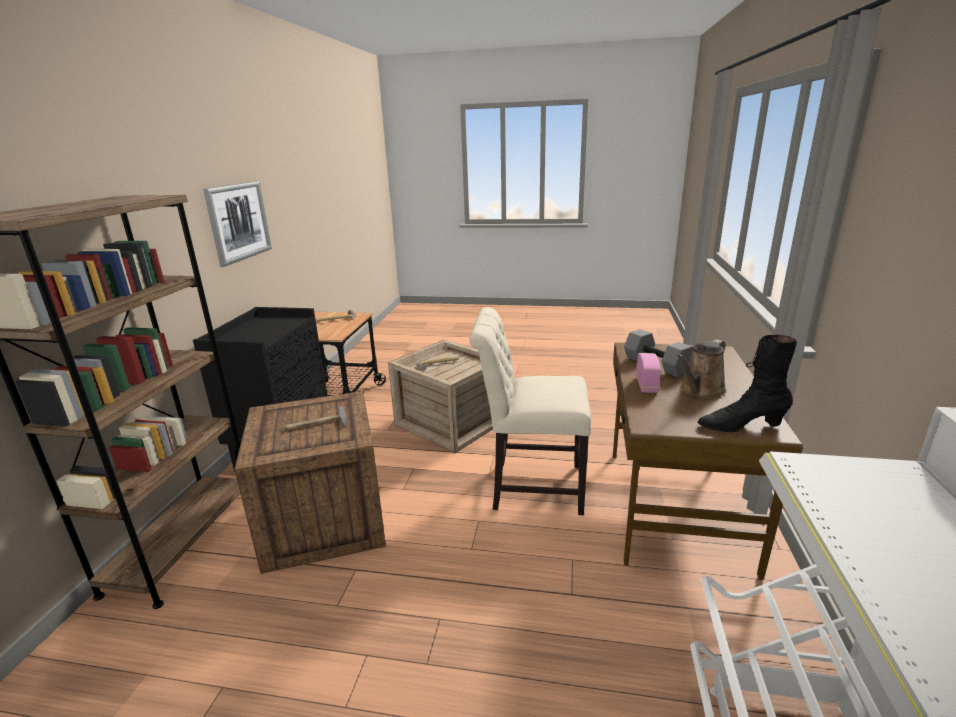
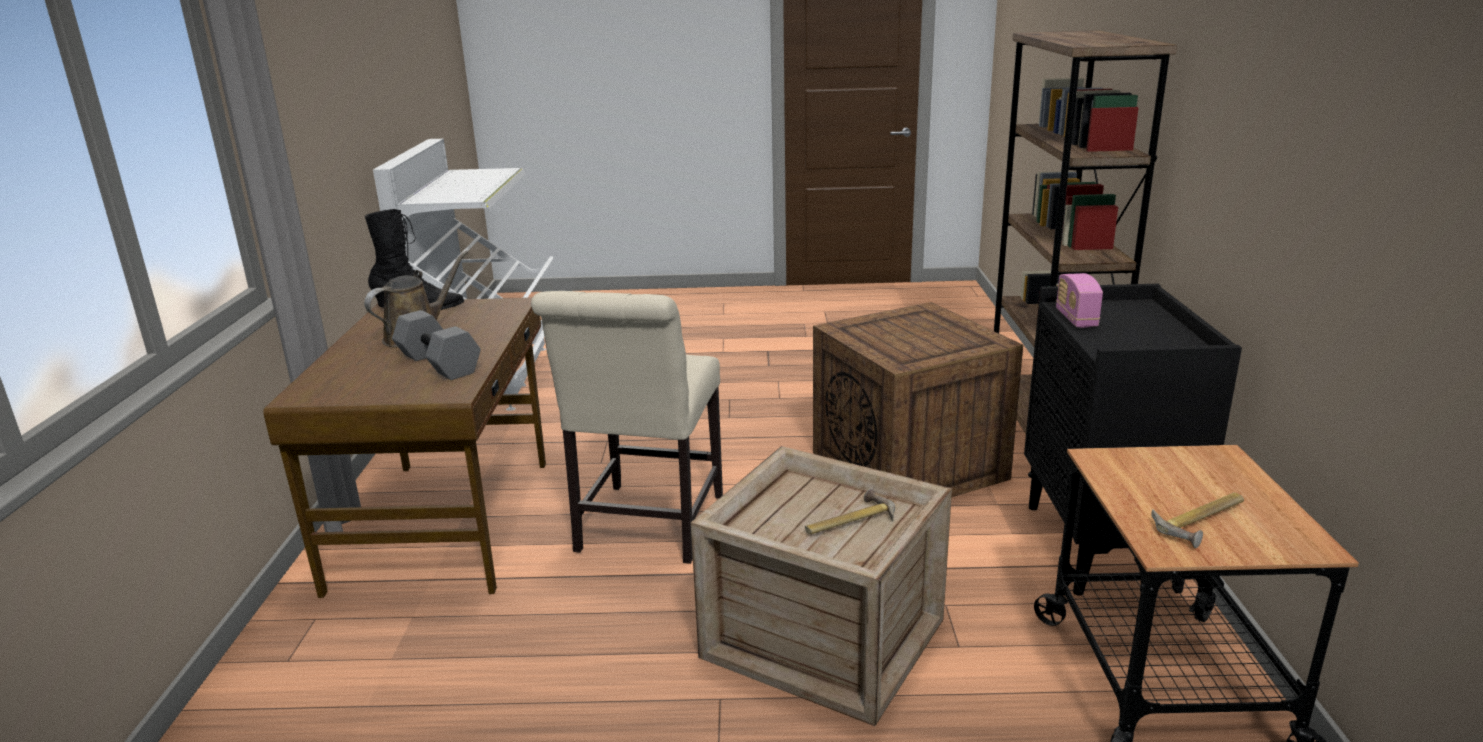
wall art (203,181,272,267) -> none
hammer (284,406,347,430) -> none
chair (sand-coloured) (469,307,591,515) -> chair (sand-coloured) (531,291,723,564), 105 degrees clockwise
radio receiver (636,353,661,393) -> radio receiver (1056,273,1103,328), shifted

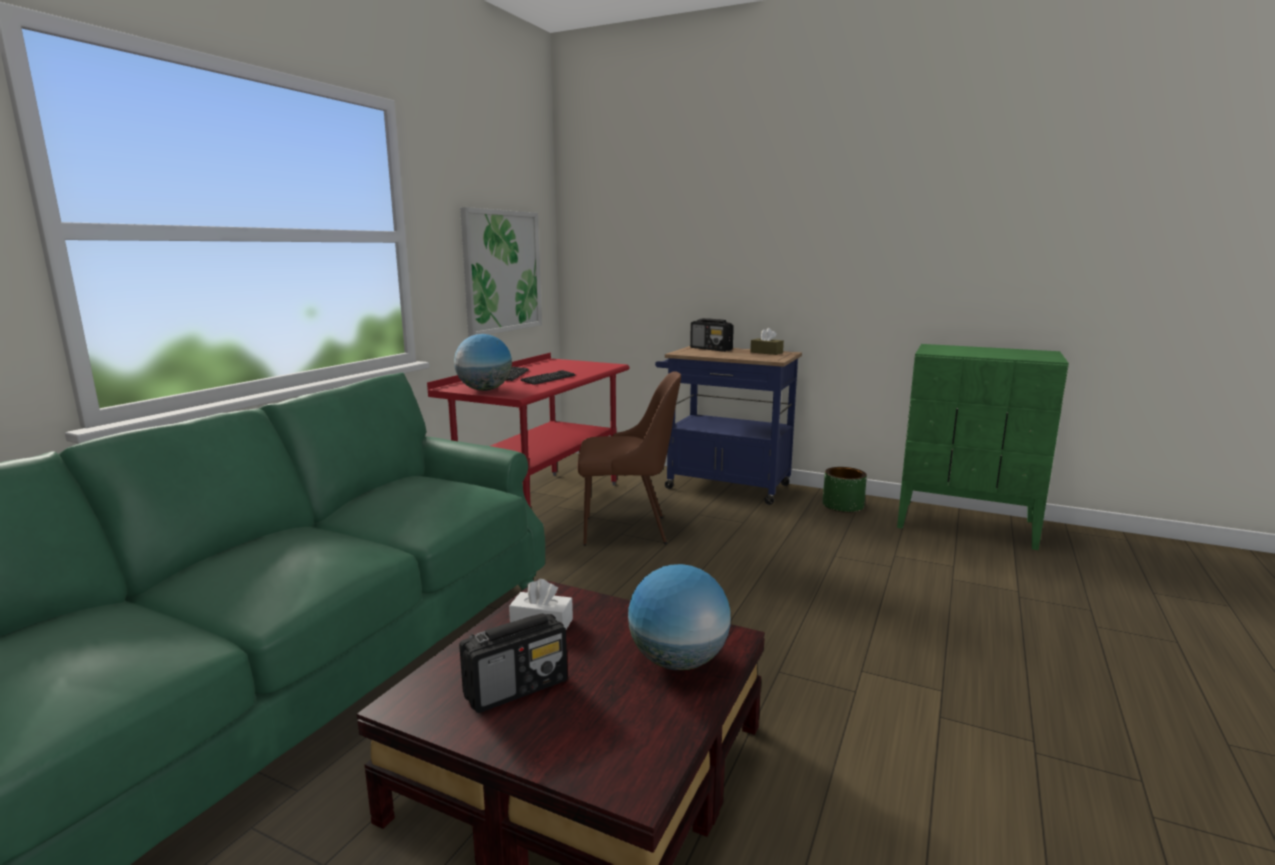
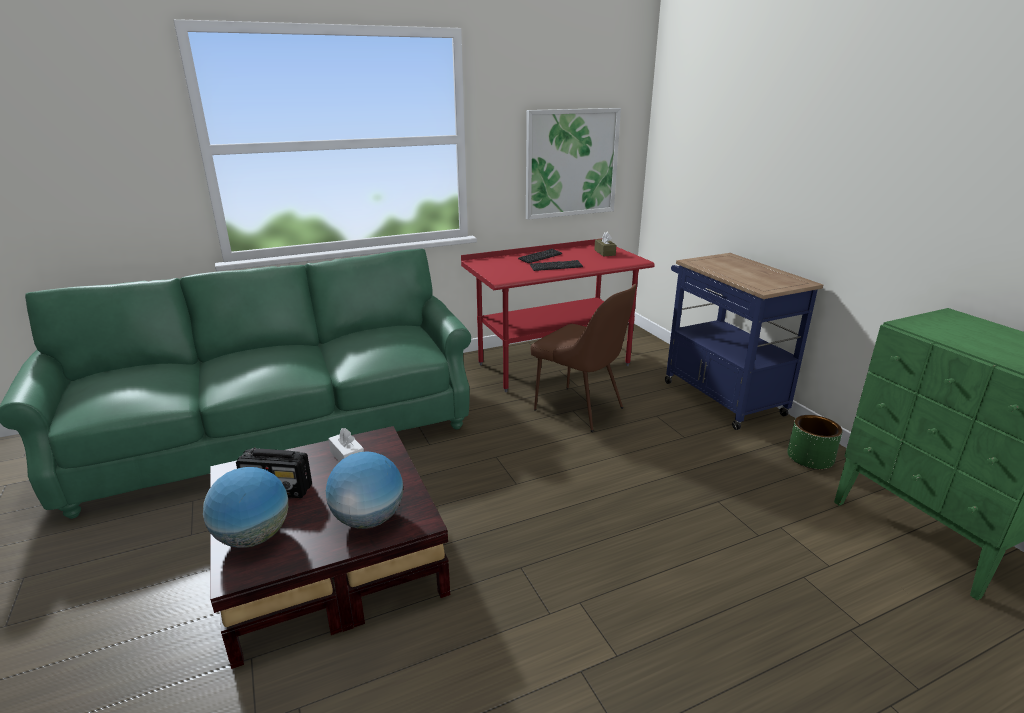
globe (454,334,512,391) -> globe (203,467,288,548), shifted
radio receiver (690,318,734,352) -> none
tissue holder (brown-coloured) (750,328,784,355) -> tissue holder (brown-coloured) (594,232,616,256), shifted

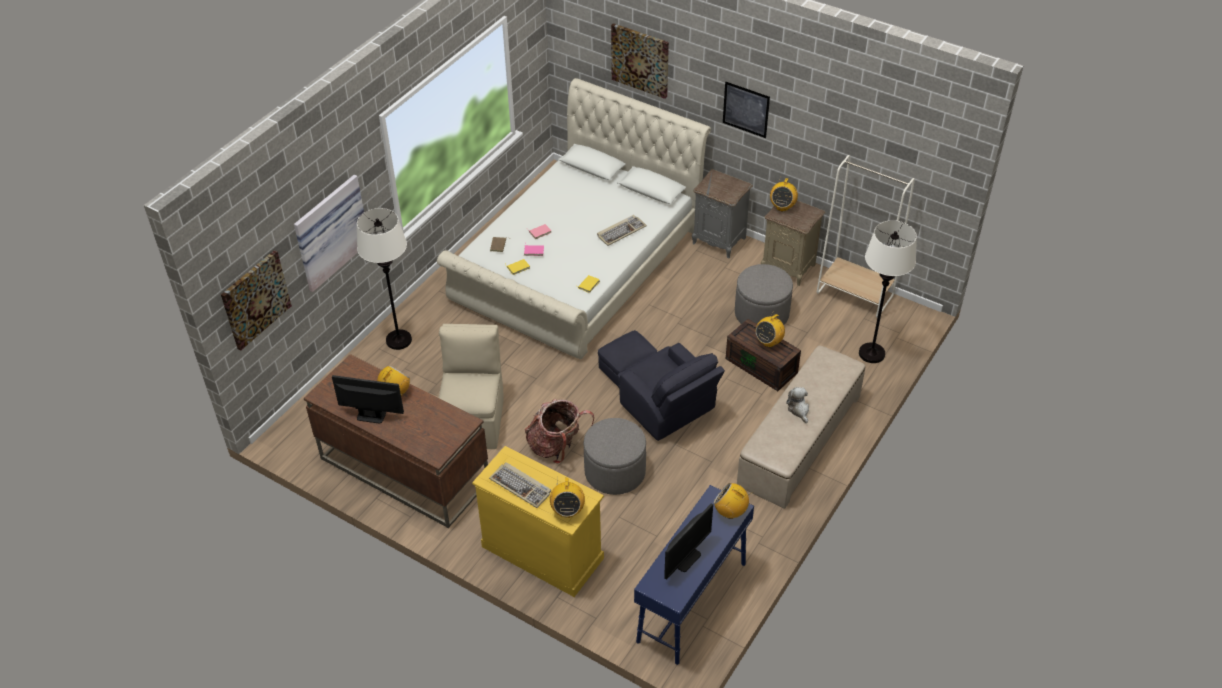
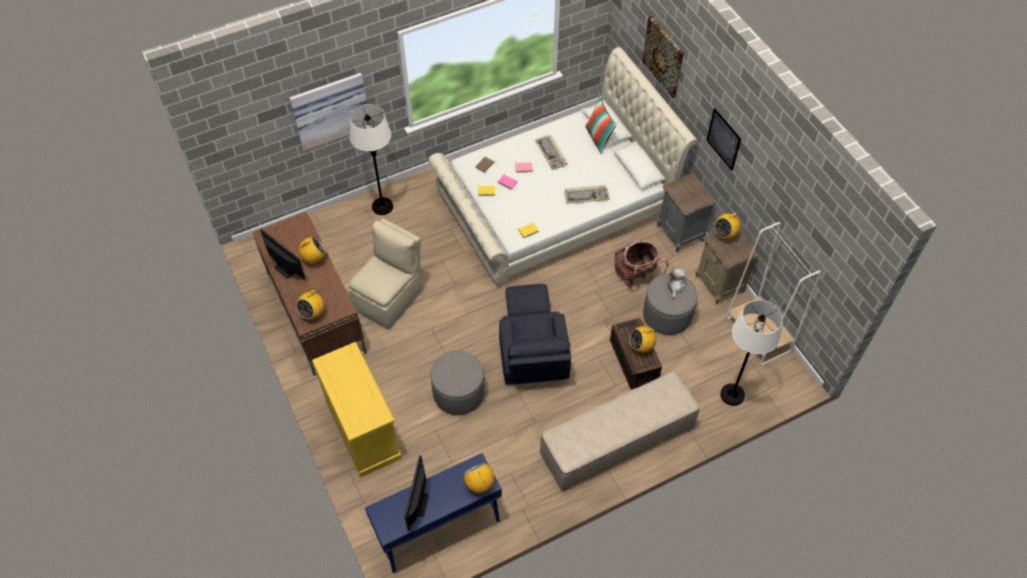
wall art (221,250,292,350) -> none
PC keyboard (489,462,551,508) -> PC keyboard (535,135,567,170), shifted
backpack (525,399,594,464) -> backpack (614,239,668,287), shifted
radio receiver (550,478,585,518) -> radio receiver (296,287,324,319), shifted
monitor (664,503,713,580) -> monitor (404,455,429,531), 120 degrees clockwise
cuddly toy (786,387,809,424) -> cuddly toy (667,268,685,299), shifted
none -> throw pillow (585,97,617,154)

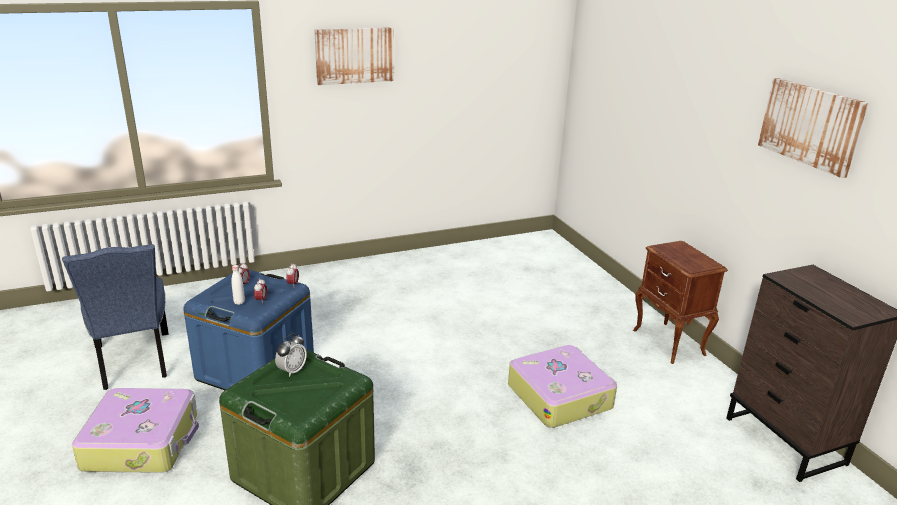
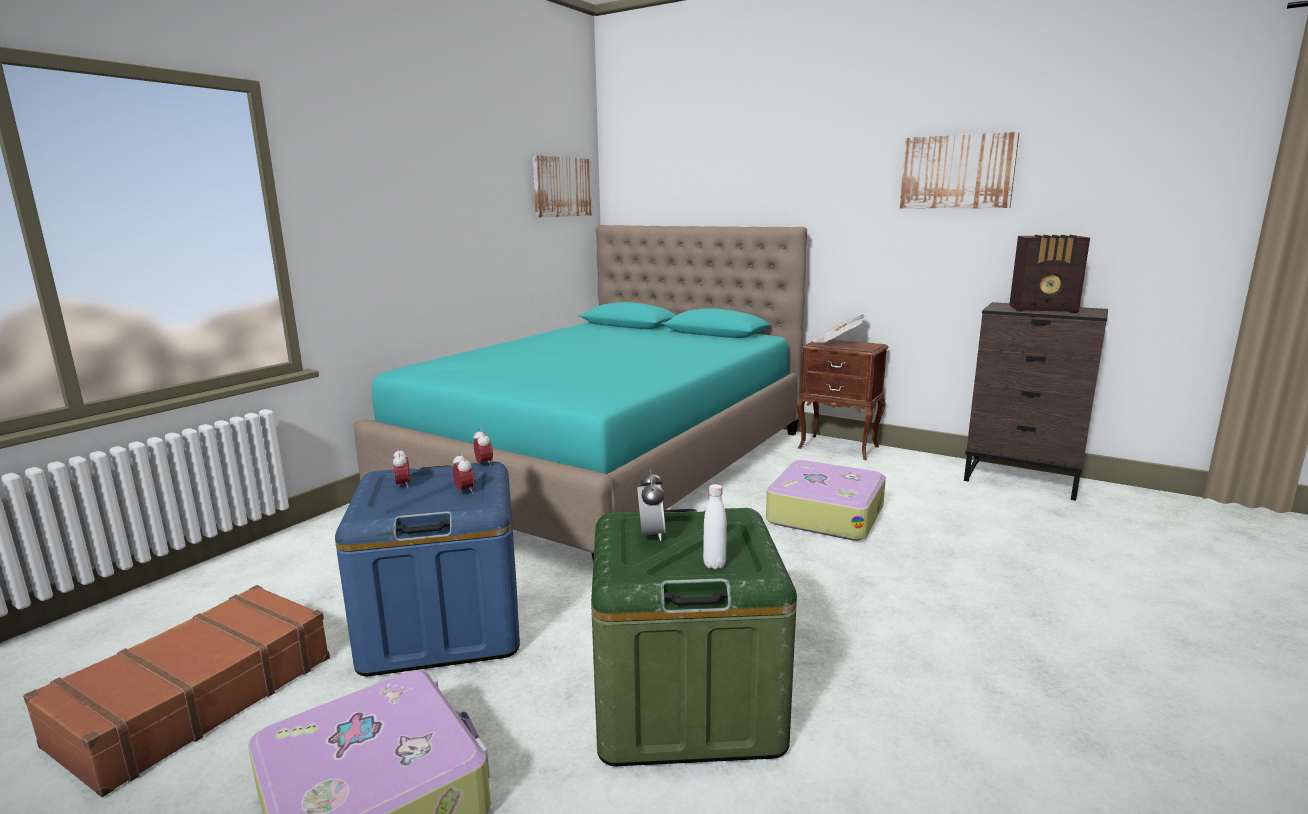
chair (blue) (62,244,169,390) -> travel case (brown-coloured) (23,585,330,797)
beverage bottle (white) (231,265,245,305) -> beverage bottle (white) (703,484,727,569), shifted
wall art (314,27,394,85) -> wall art (532,155,592,217), shifted
none -> bed (turquoise) (354,225,807,562)
none -> newspaper (813,314,866,343)
none -> radio receiver (1009,235,1090,313)

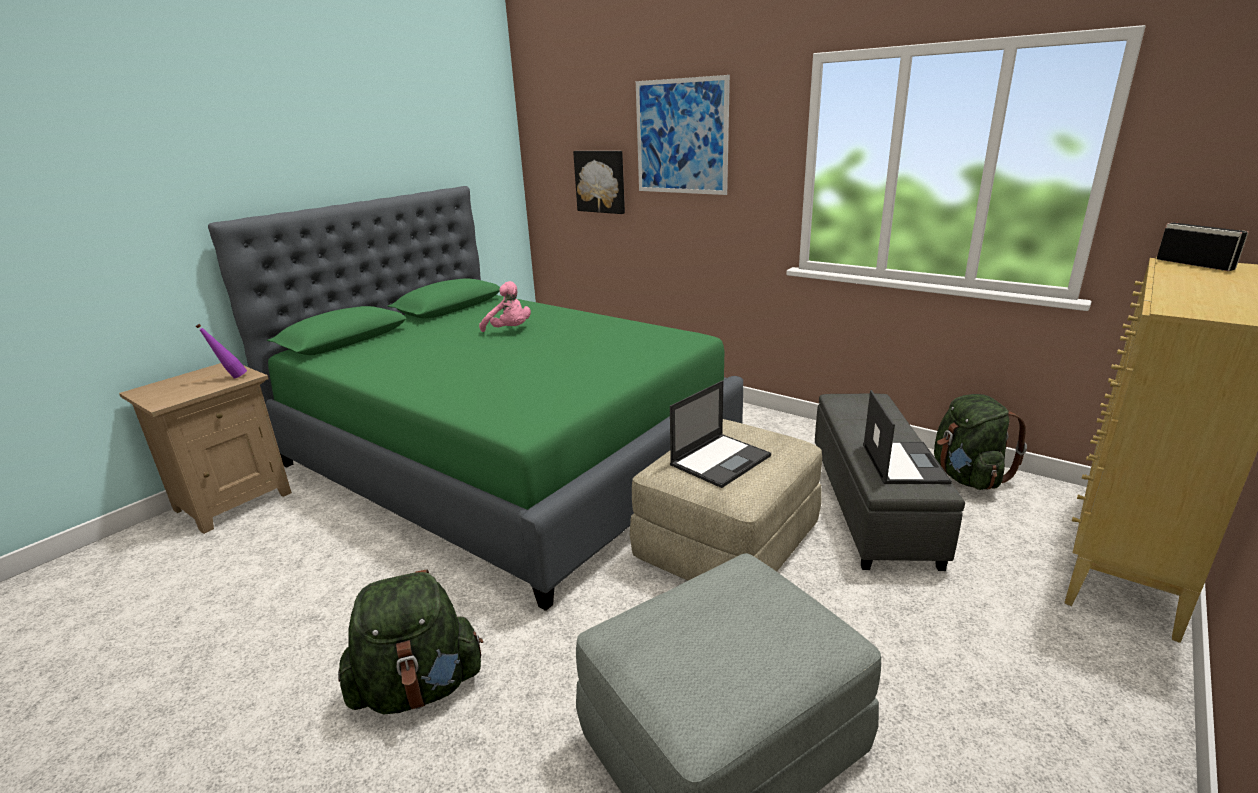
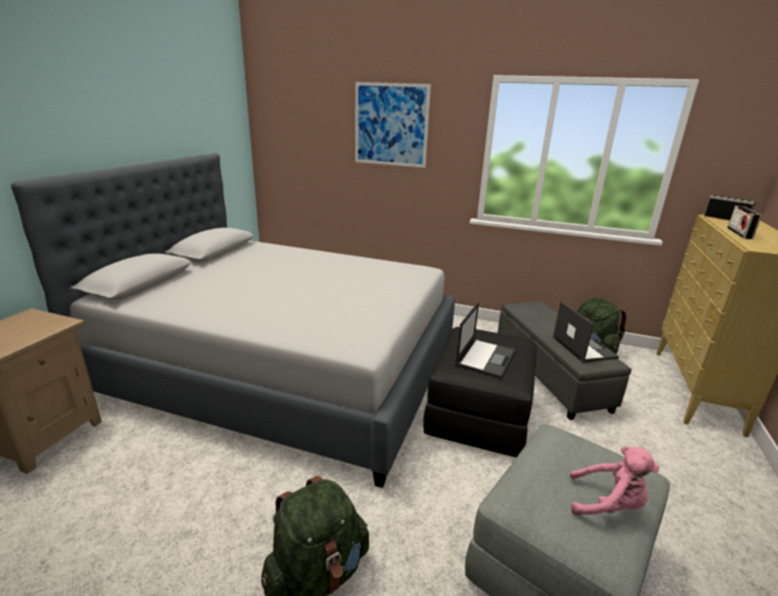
beverage bottle (purple-coloured) (196,324,247,378) -> none
bed (green) (208,186,743,611) -> bed (greyish) (11,153,455,488)
cuddly toy (pink-coloured) (479,281,531,332) -> cuddly toy (pink-coloured) (570,446,660,516), shifted
wall art (573,151,625,214) -> none
footrest (sand-coloured) (630,419,822,580) -> footrest (black) (423,327,537,457)
none -> radio receiver (727,206,762,239)

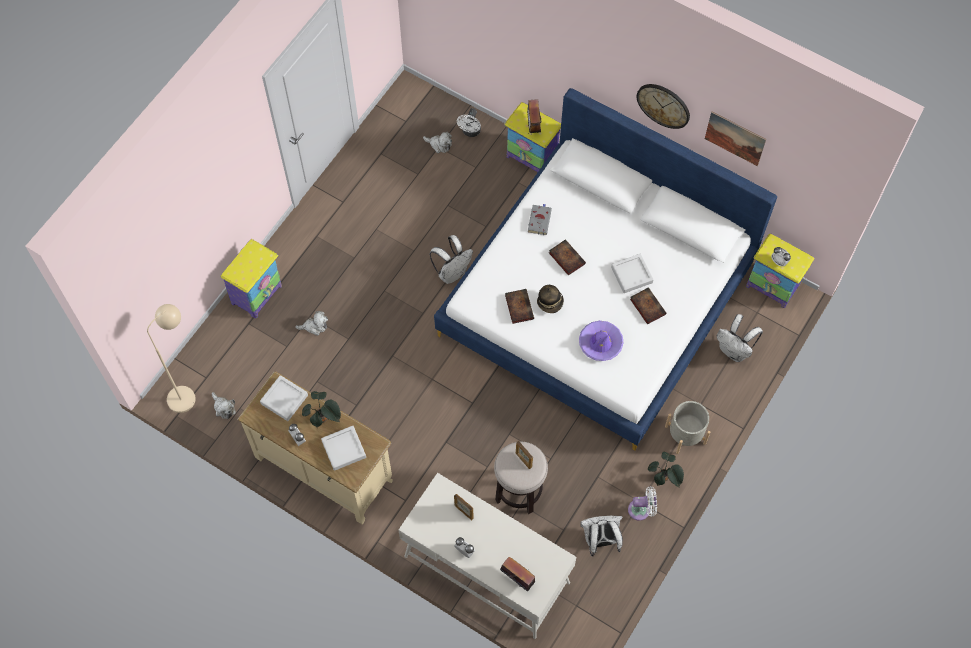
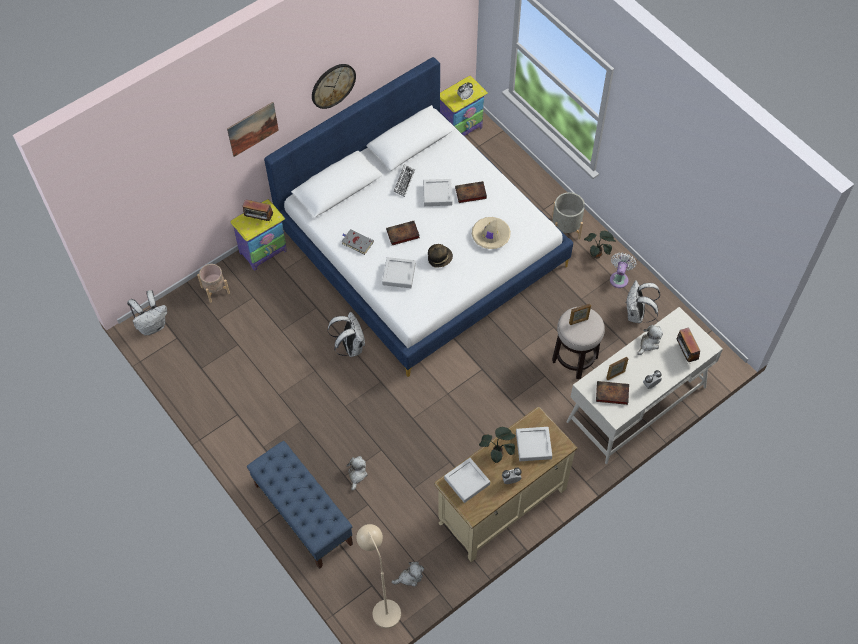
night table (220,239,282,318) -> indoor bench (blue) (247,441,353,569)
cuddly toy (423,132,452,153) -> cuddly toy (637,325,663,355), shifted
cooling fan (white) (457,108,481,137) -> plant pot (sand-coloured) (197,264,230,303)
radio receiver (500,557,535,591) -> radio receiver (676,327,700,364), 75 degrees counterclockwise
volume (505,289,534,324) -> volume (596,381,629,405), shifted
clothing hat (purple-coloured) (579,321,623,361) -> clothing hat (sand-coloured) (472,217,511,249)
wall art (705,112,766,166) -> wall art (227,102,279,157), shifted
backpack (white) (717,314,763,362) -> backpack (white) (127,290,167,335), shifted
none -> tray (greyish) (382,257,416,288)
none -> PC keyboard (393,164,415,197)

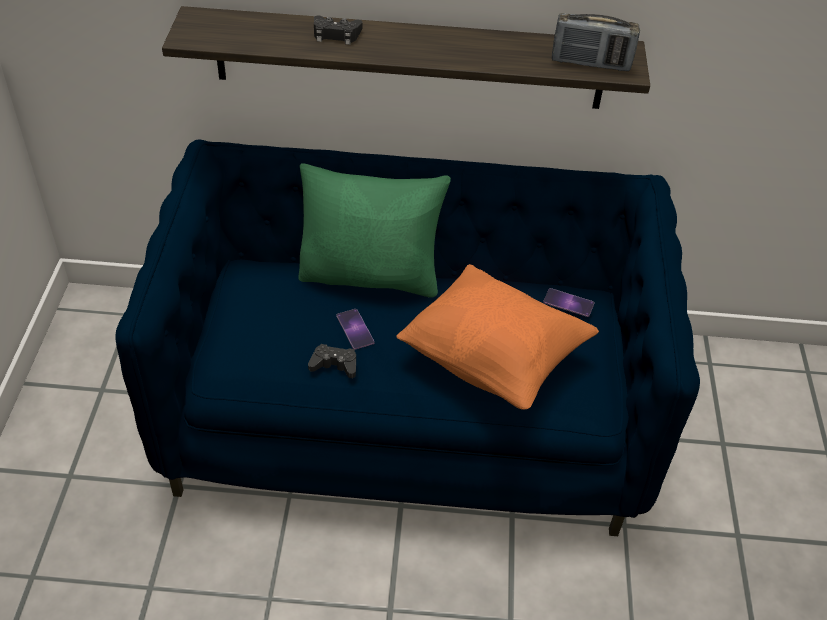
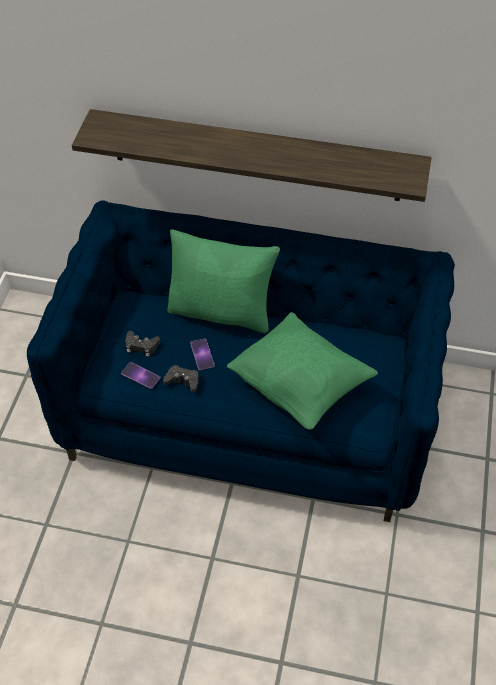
gamepad (black) (314,15,363,45) -> gamepad (black) (125,331,160,357), shifted
throw pillow (orange) (396,264,599,410) -> throw pillow (green) (227,312,378,430)
telephone (543,288,595,317) -> telephone (121,362,161,389), shifted
radio receiver (552,13,640,71) -> none

